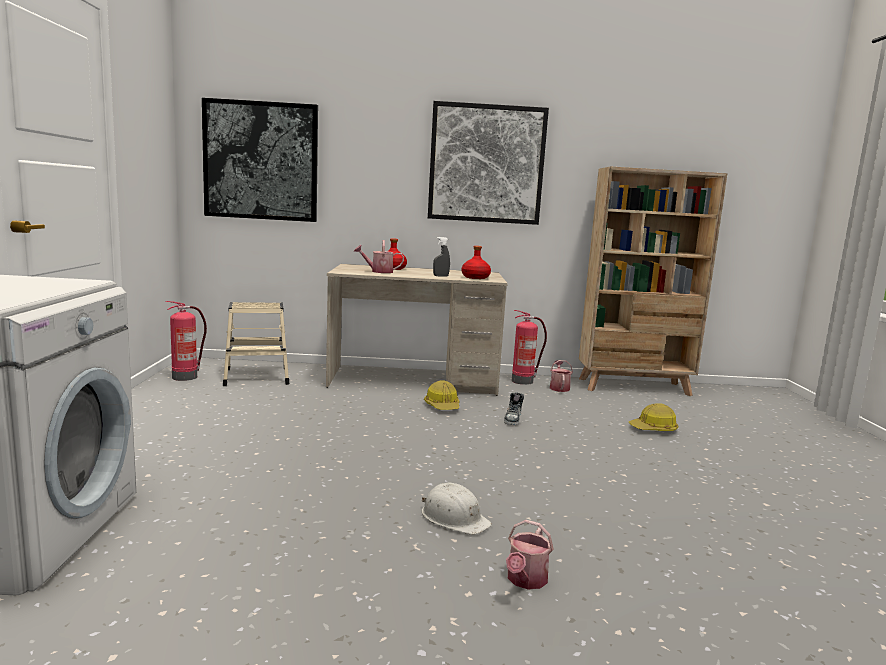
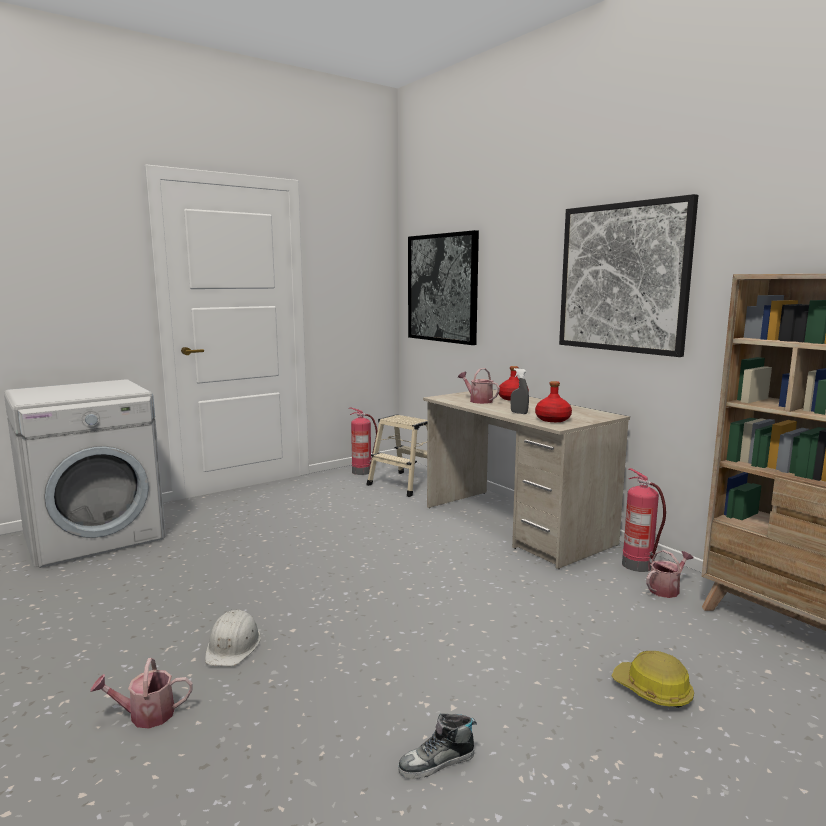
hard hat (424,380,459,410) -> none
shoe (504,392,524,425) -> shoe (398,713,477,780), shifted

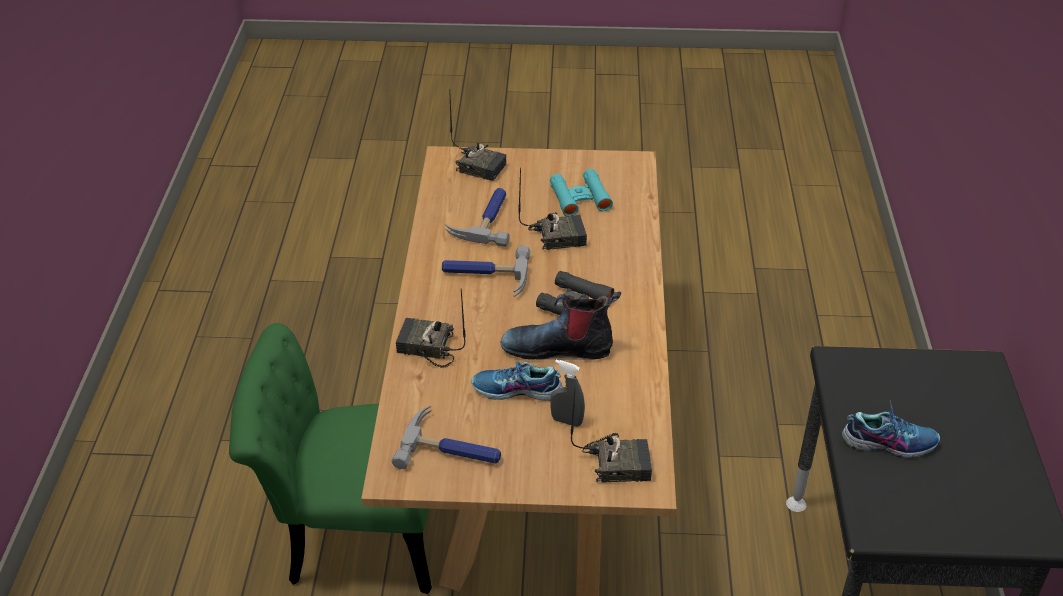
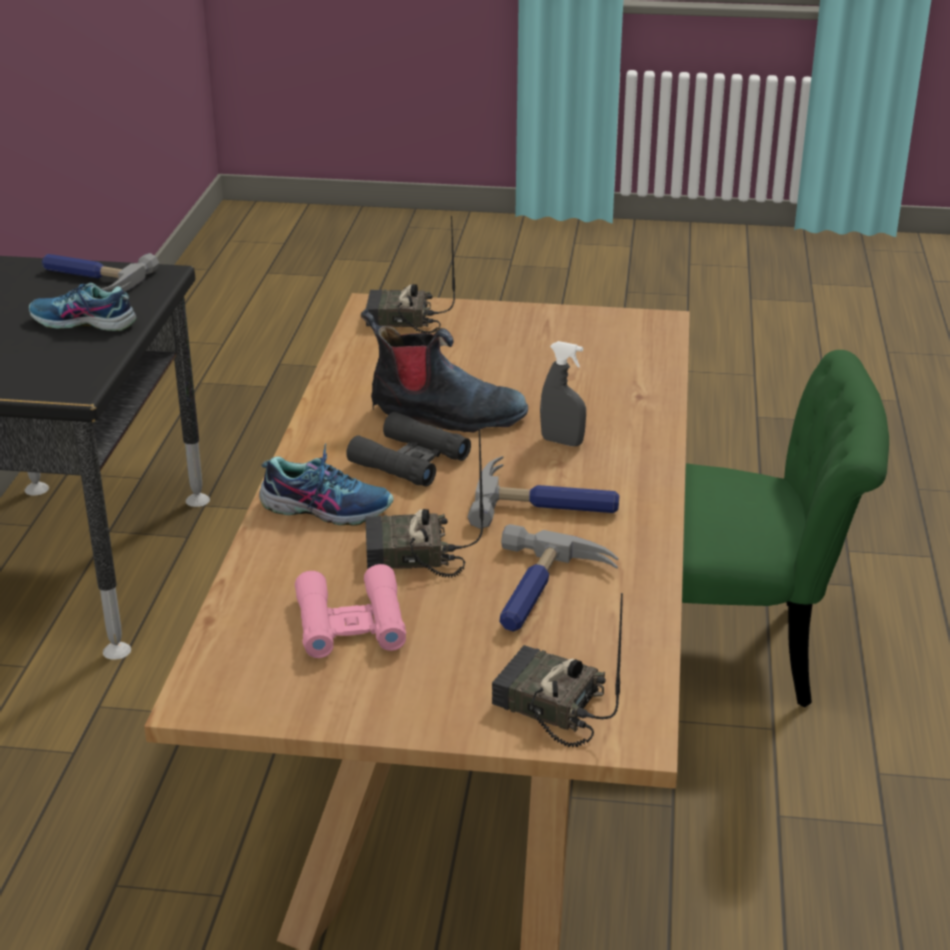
hammer (391,406,501,469) -> hammer (42,253,159,292), shifted
radio receiver (396,290,466,367) -> none
shoe (471,362,563,401) -> shoe (259,443,394,526), shifted
binoculars (turquoise) (550,169,613,217) -> binoculars (pink-coloured) (295,564,406,658)
sprayer (greyish) (550,360,585,427) -> sprayer (greyish) (540,341,586,446), shifted

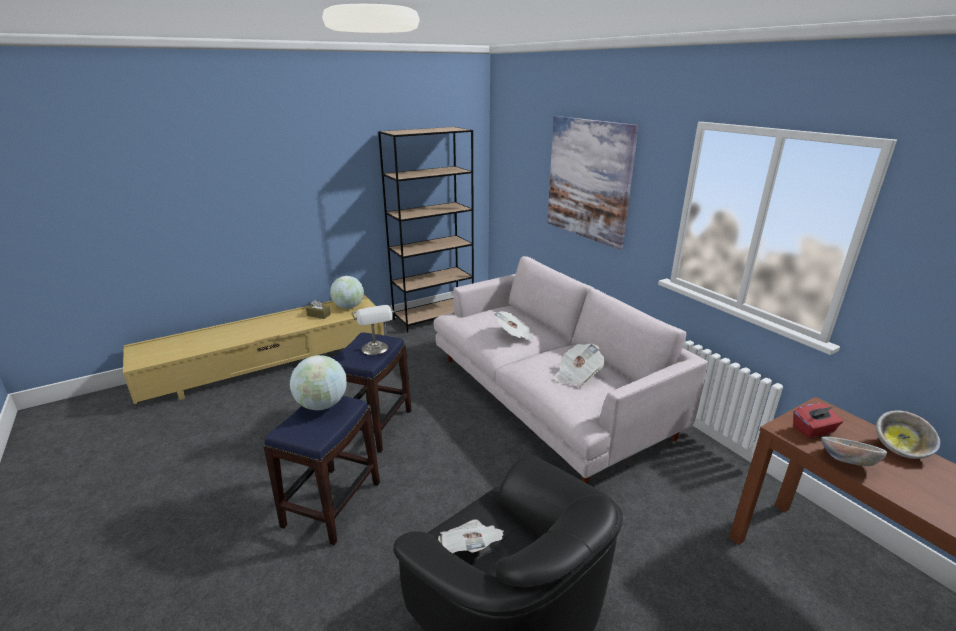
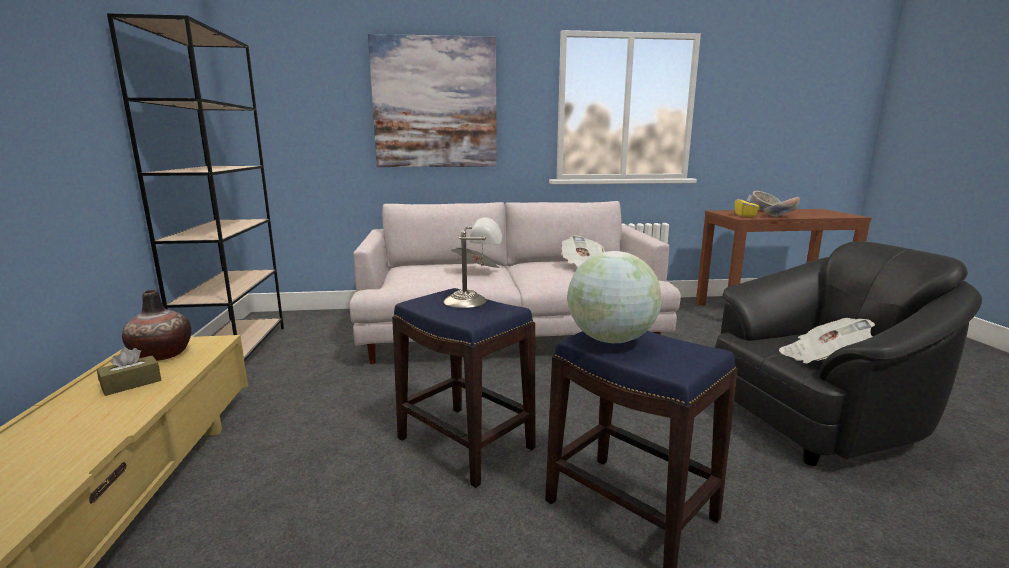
globe (330,276,364,309) -> vase (122,290,191,361)
tissue holder (red-coloured) (793,403,843,438) -> tissue holder (yellow) (735,195,759,217)

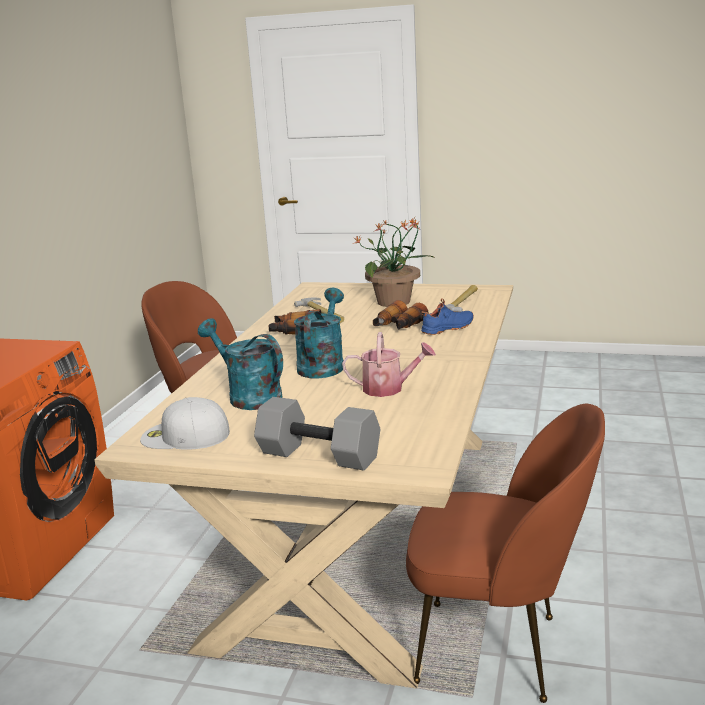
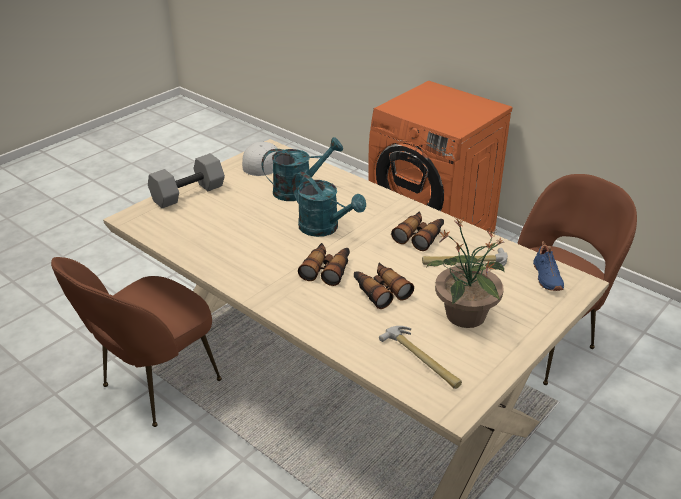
watering pot (342,332,436,397) -> none
shoe (blue) (421,298,474,335) -> shoe (blue) (533,241,564,291), shifted
none -> binoculars (298,243,350,286)

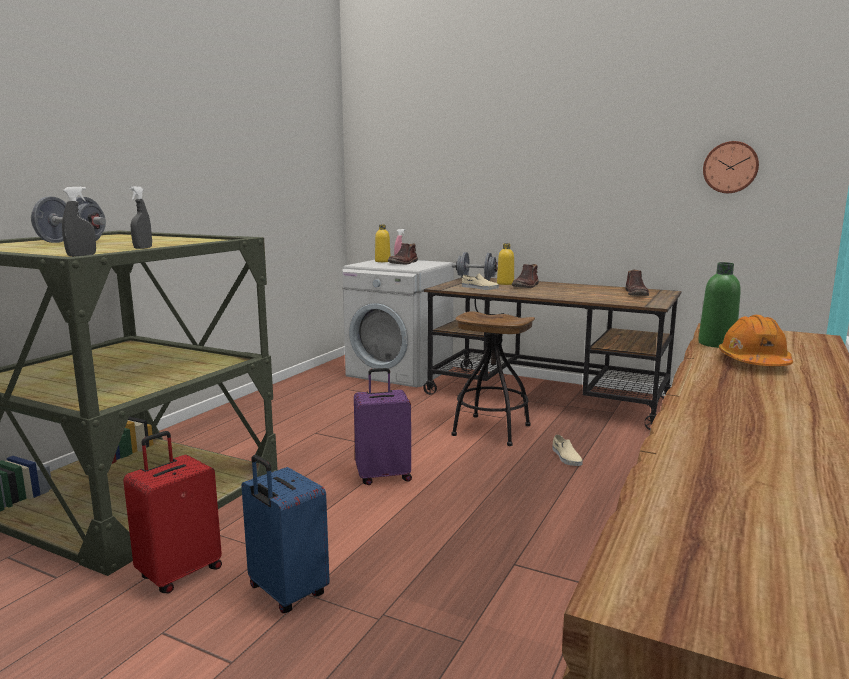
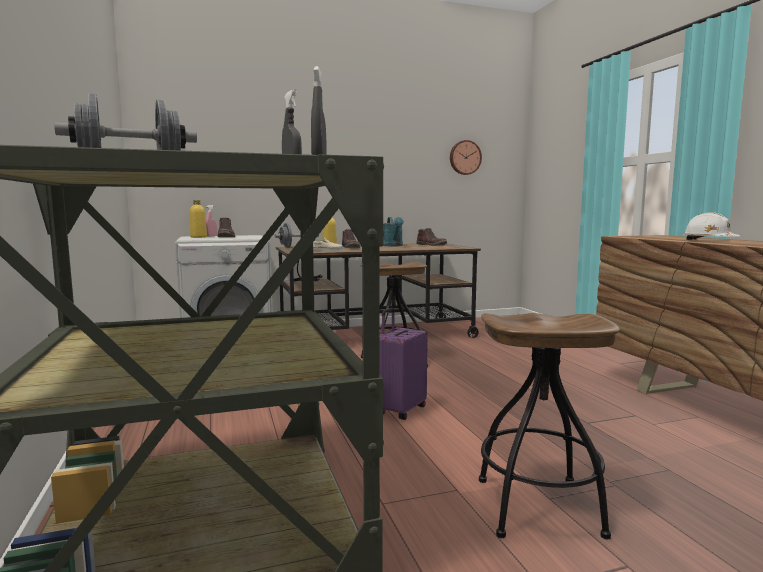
travel case (red-coloured) (123,431,222,593) -> none
travel case (blue) (241,455,330,613) -> sitting stool (brown-coloured) (479,313,620,540)
shoe (sand-coloured) (552,435,583,466) -> none
beverage bottle (green) (698,262,741,348) -> none
hard hat (orange) (719,315,793,366) -> hard hat (white) (682,212,741,240)
none -> watering pot (turquoise) (383,217,404,246)

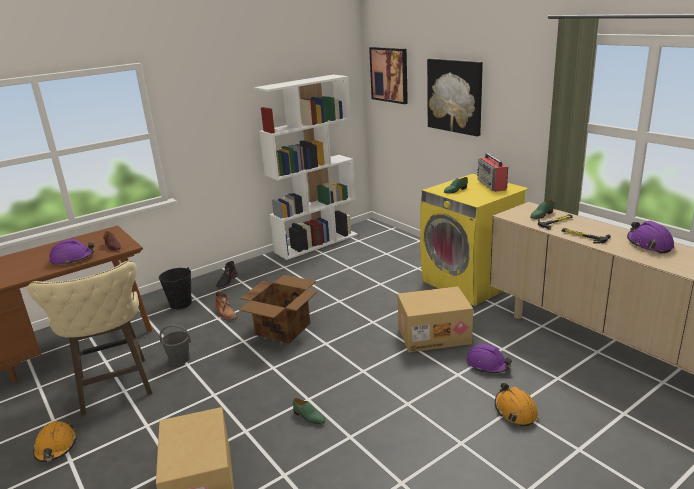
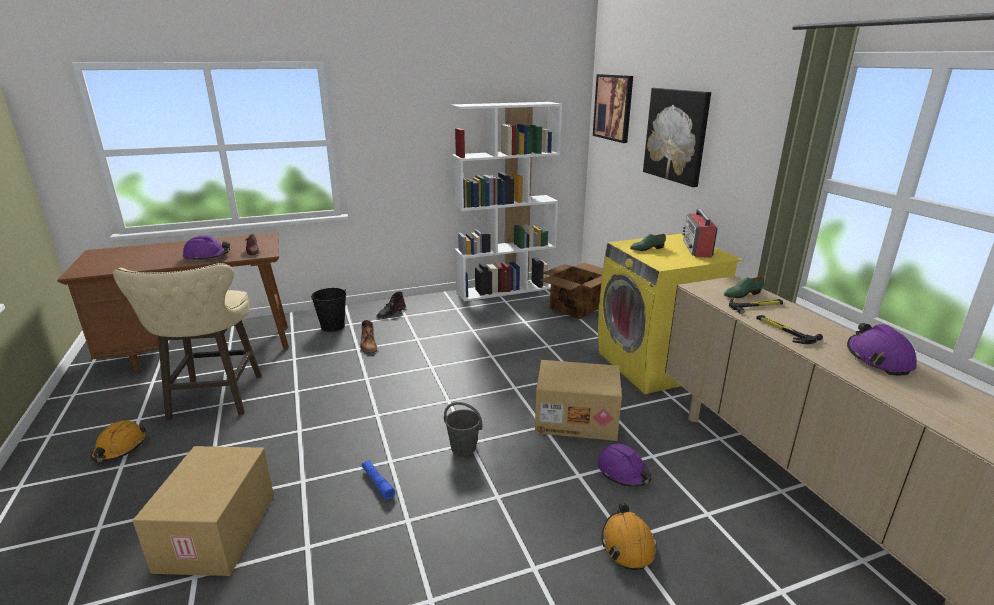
pail (greyish) (159,325,191,365) -> pail (greyish) (444,402,483,456), shifted
carton (239,275,317,344) -> carton (541,262,603,319), shifted
shoe (green) (293,398,325,425) -> torch (blue) (362,461,395,500)

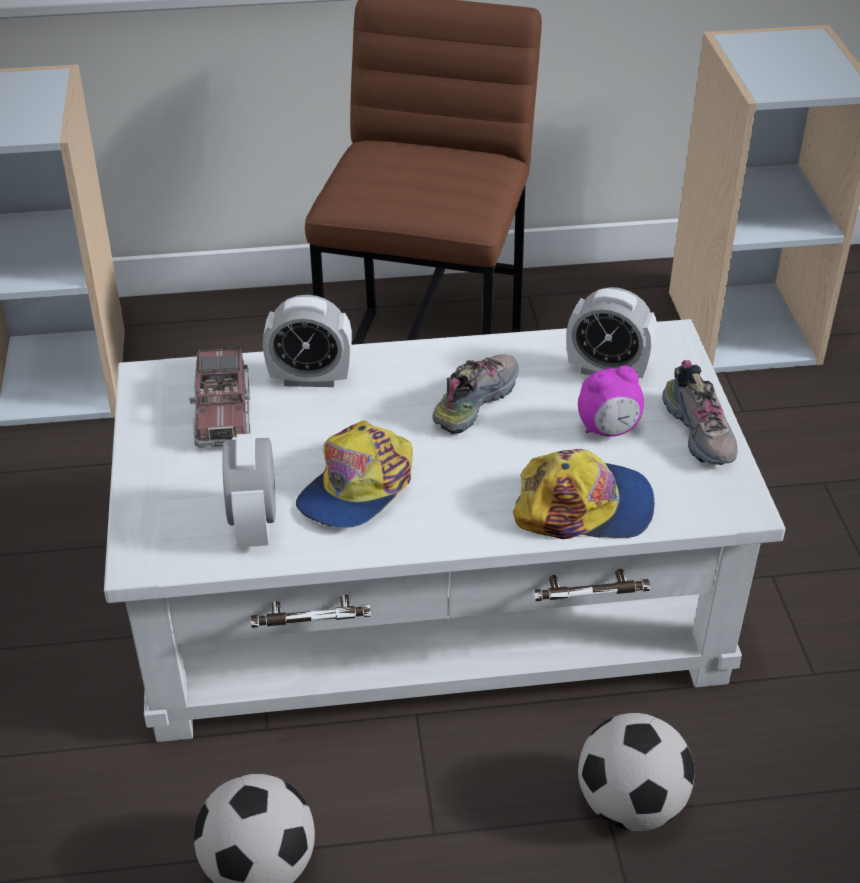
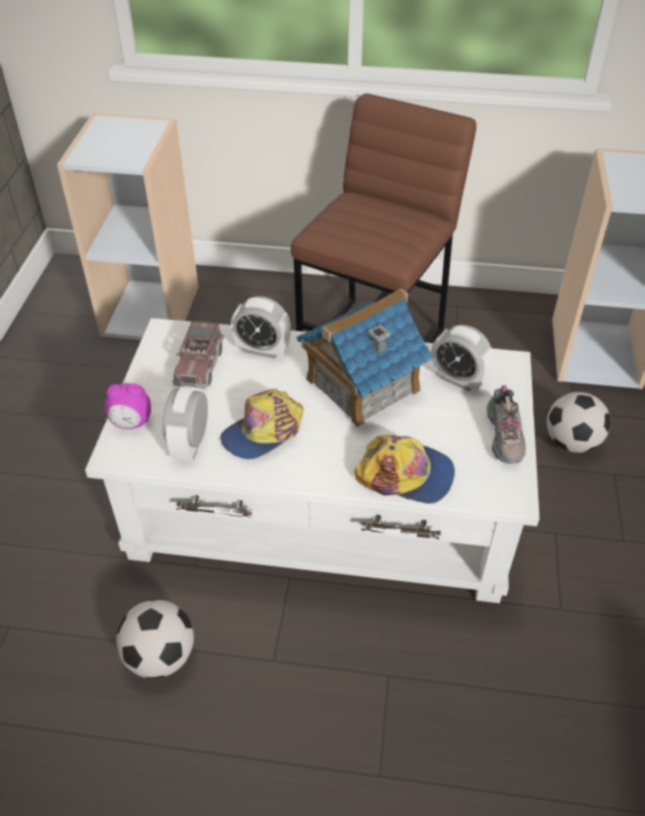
shoe (432,354,519,434) -> miniature house (297,288,433,427)
table clock (578,366,644,437) -> table clock (105,383,151,429), shifted
football (578,713,695,831) -> football (547,392,611,453), shifted

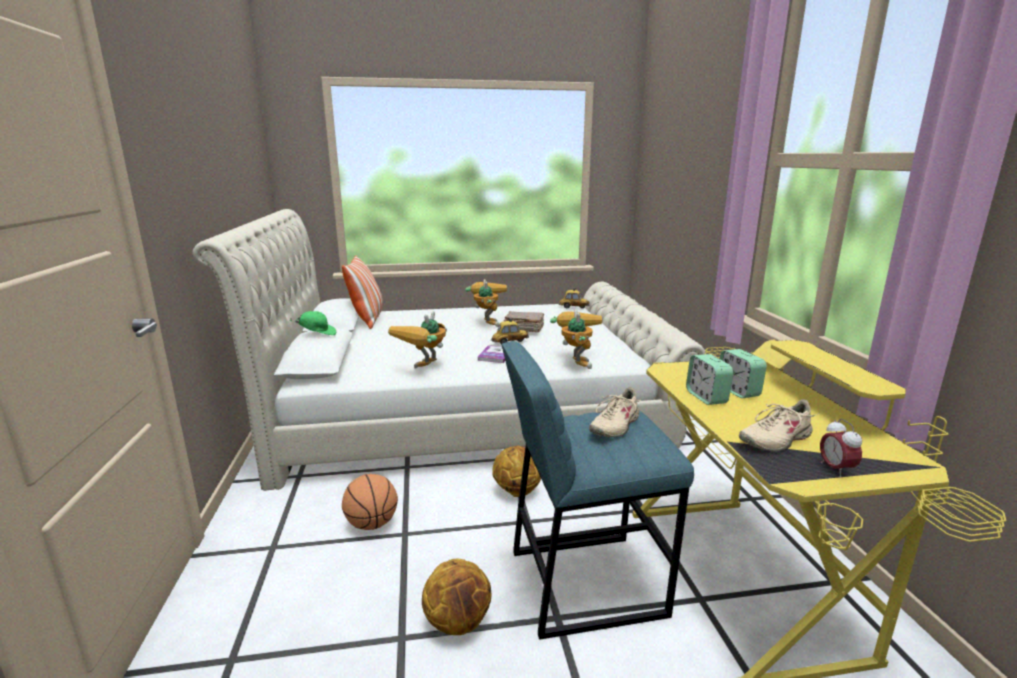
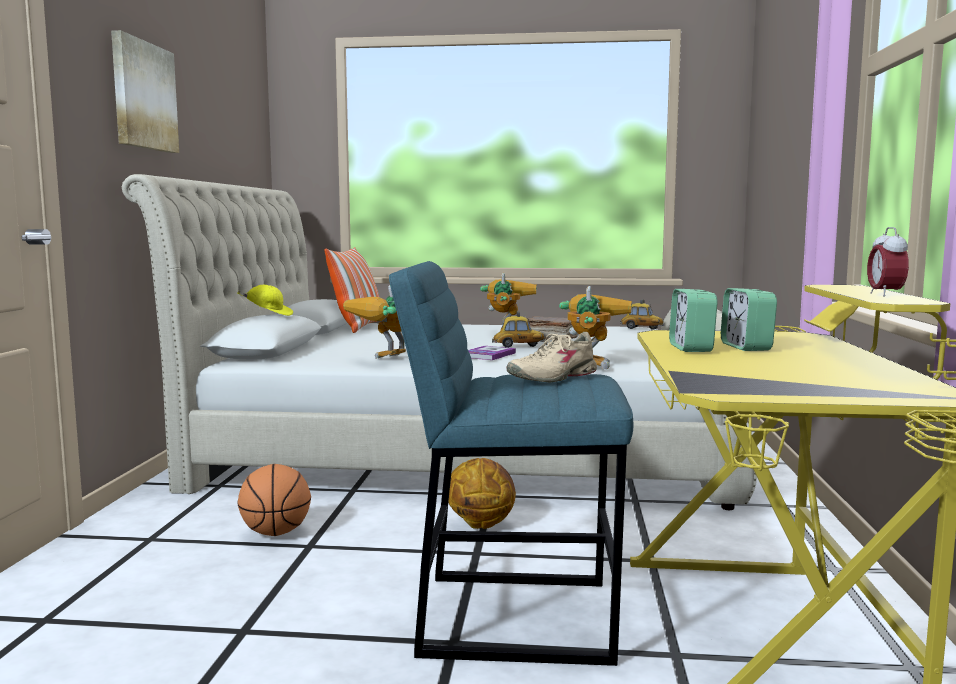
cap (green) (290,311,336,335) -> cap (yellow) (238,285,293,316)
basketball ball (422,558,491,635) -> none
shoe (sand-coloured) (739,399,819,451) -> none
table clock (820,419,862,478) -> table clock (867,227,909,297), shifted
none -> wall art (111,30,179,153)

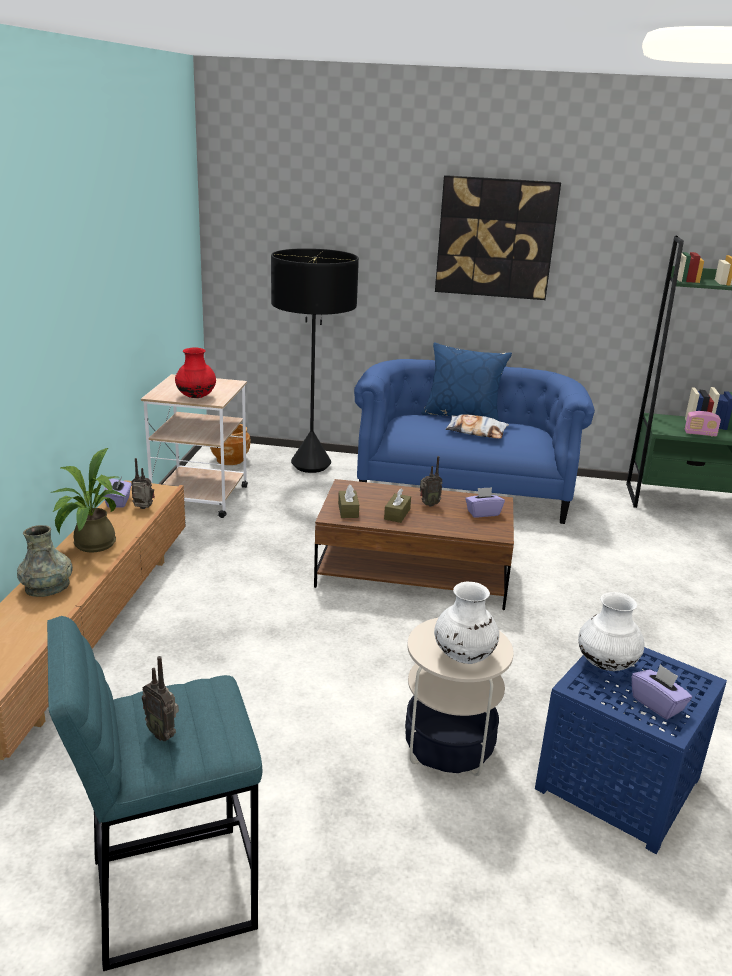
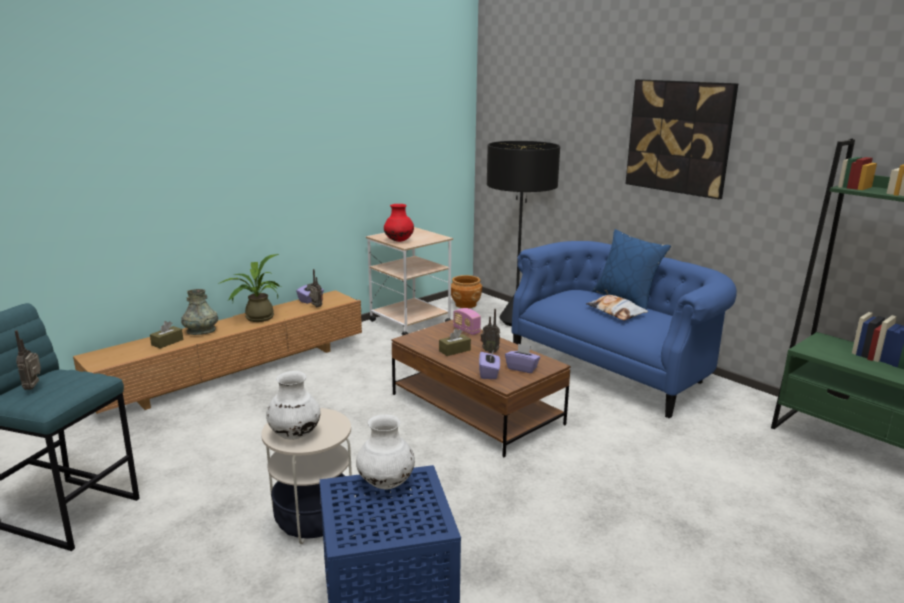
tissue holder (brown-coloured) (338,484,359,518) -> tissue holder (brown-coloured) (150,321,183,349), shifted
tissue holder (purple-coloured) (632,664,692,719) -> tissue holder (purple-coloured) (479,352,500,379), shifted
radio receiver (685,411,721,436) -> radio receiver (453,308,481,335), shifted

